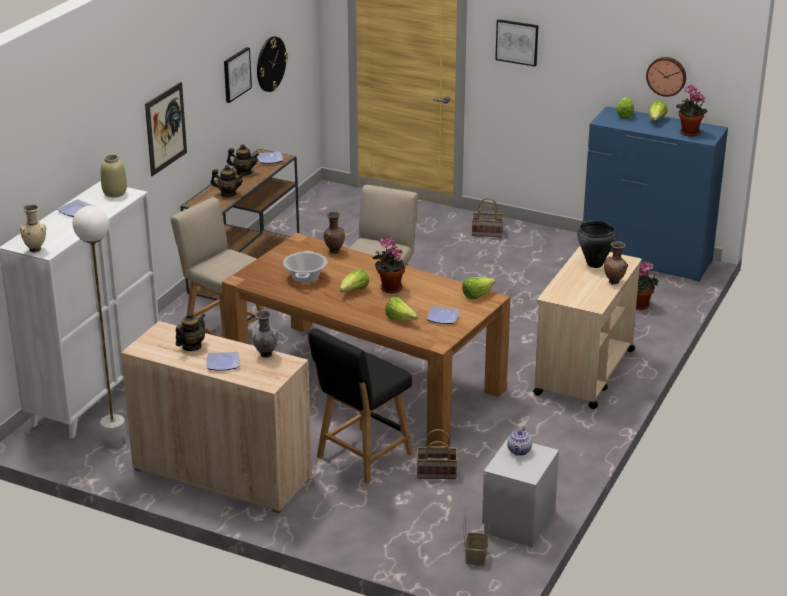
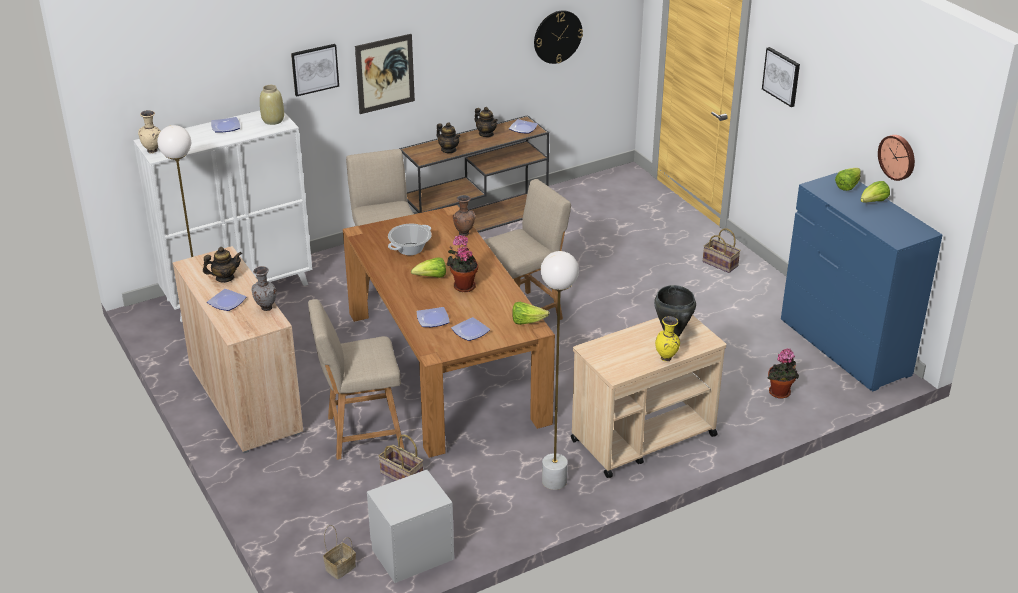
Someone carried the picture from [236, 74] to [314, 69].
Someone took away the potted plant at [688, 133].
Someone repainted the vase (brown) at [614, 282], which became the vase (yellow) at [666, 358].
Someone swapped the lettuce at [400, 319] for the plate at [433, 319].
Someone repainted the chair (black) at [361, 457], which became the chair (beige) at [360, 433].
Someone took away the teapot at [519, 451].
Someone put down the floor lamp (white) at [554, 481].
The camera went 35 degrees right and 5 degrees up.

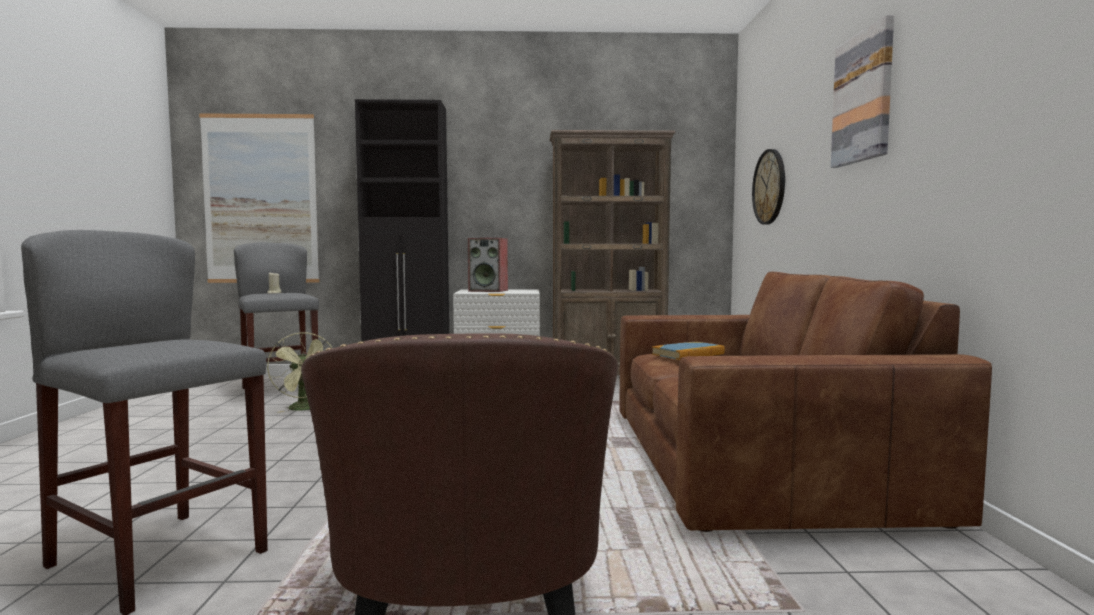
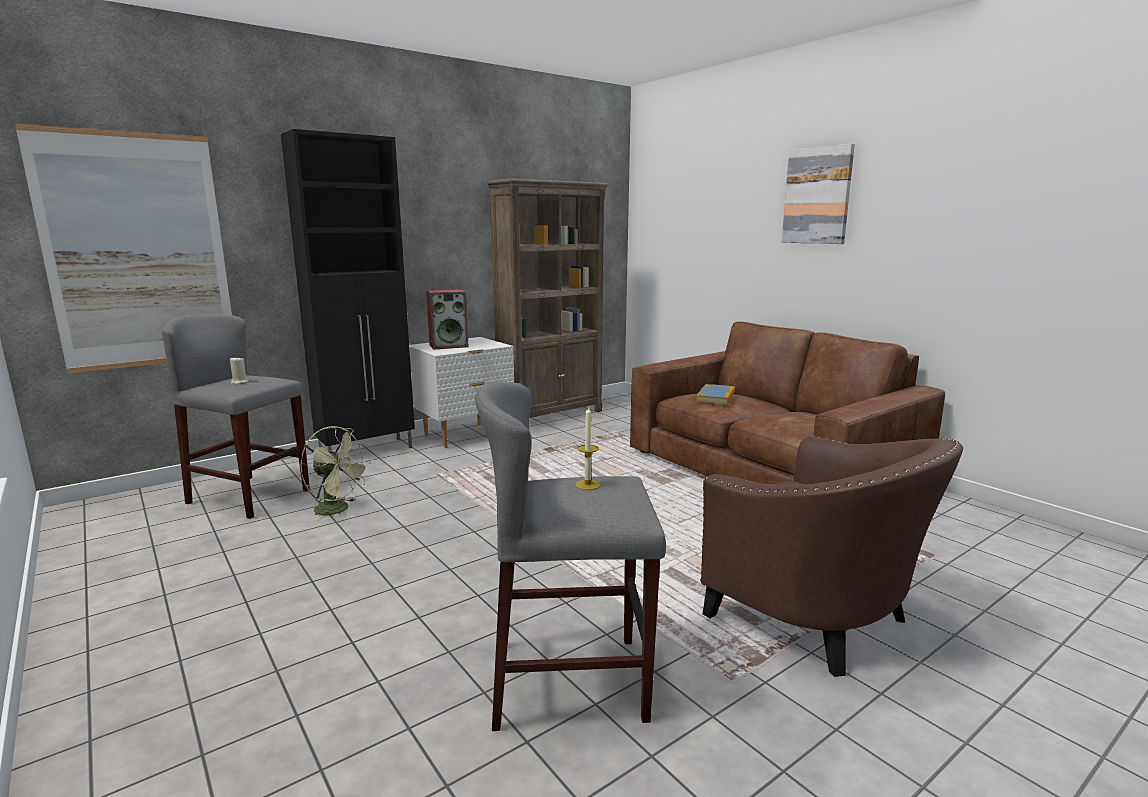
Someone took away the wall clock at [769, 187].
Someone put down the candle at [587, 485].
The camera went 35 degrees left and 10 degrees up.

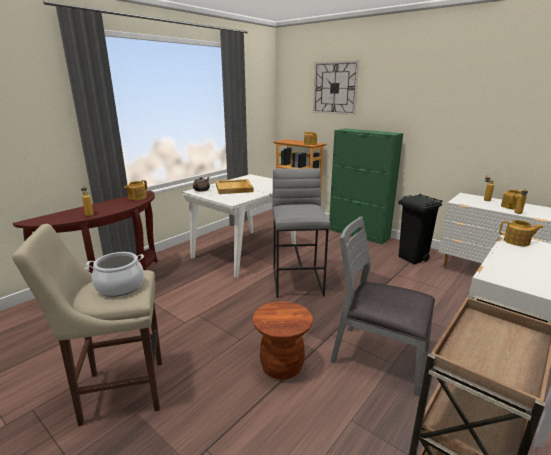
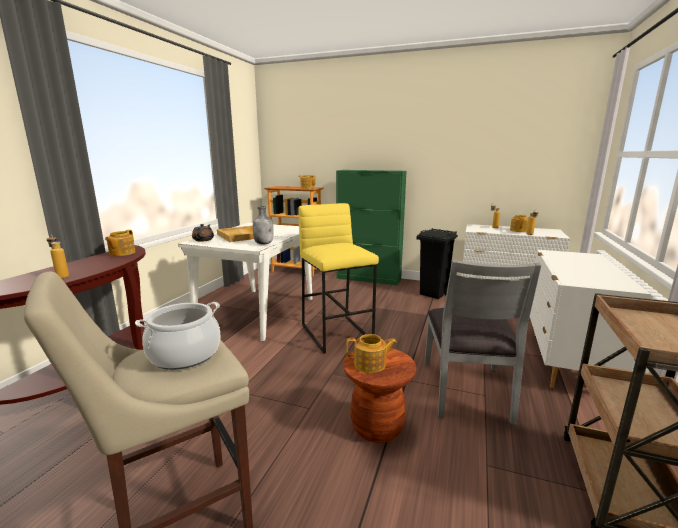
Someone took away the wall clock at [335, 88].
Someone repainted the stool (grey) at [298, 282], which became the stool (yellow) at [337, 333].
Someone rotated the chair (grey) at [379, 356] by 90 degrees counterclockwise.
Someone carried the teapot from [517, 242] to [370, 364].
Someone put down the bottle (grey) at [264, 243].
The camera went 20 degrees left and 5 degrees down.

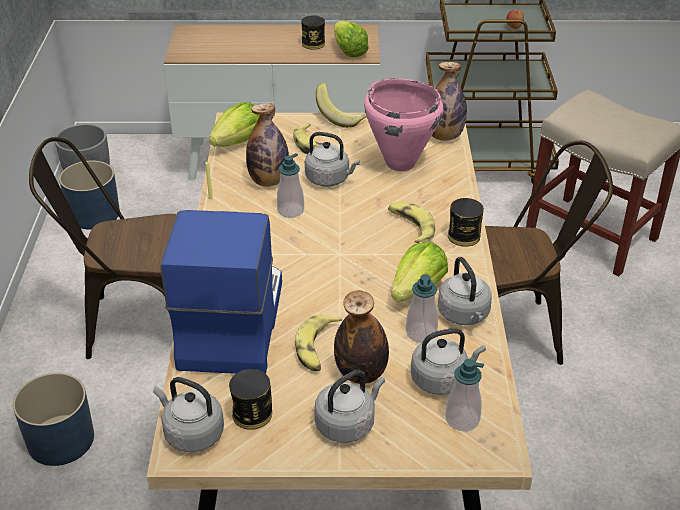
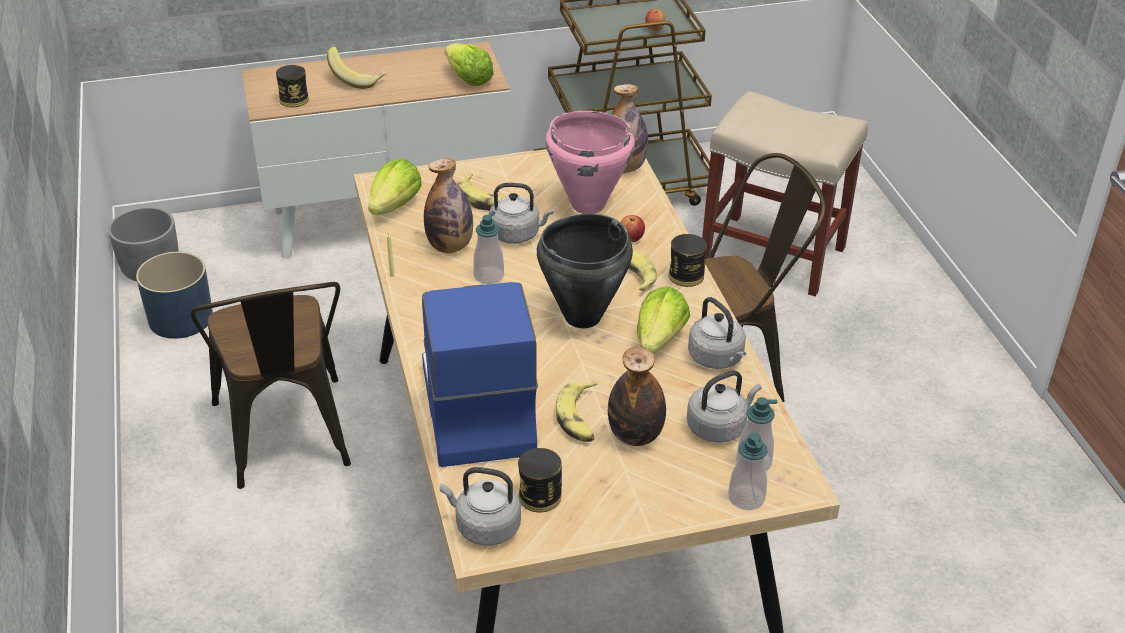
Someone carried the can from [313, 44] to [294, 99].
Someone carried the banana from [342, 117] to [357, 80].
Someone rotated the chair (brown) at [135, 324] by 90 degrees counterclockwise.
Someone carried the soap dispenser from [421, 333] to [746, 498].
Someone took away the kettle (grey) at [347, 423].
Someone took away the planter (blue) at [61, 439].
Someone put down the cooking pot (black) at [581, 316].
Someone put down the apple at [631, 238].
The camera went 15 degrees left and 0 degrees up.

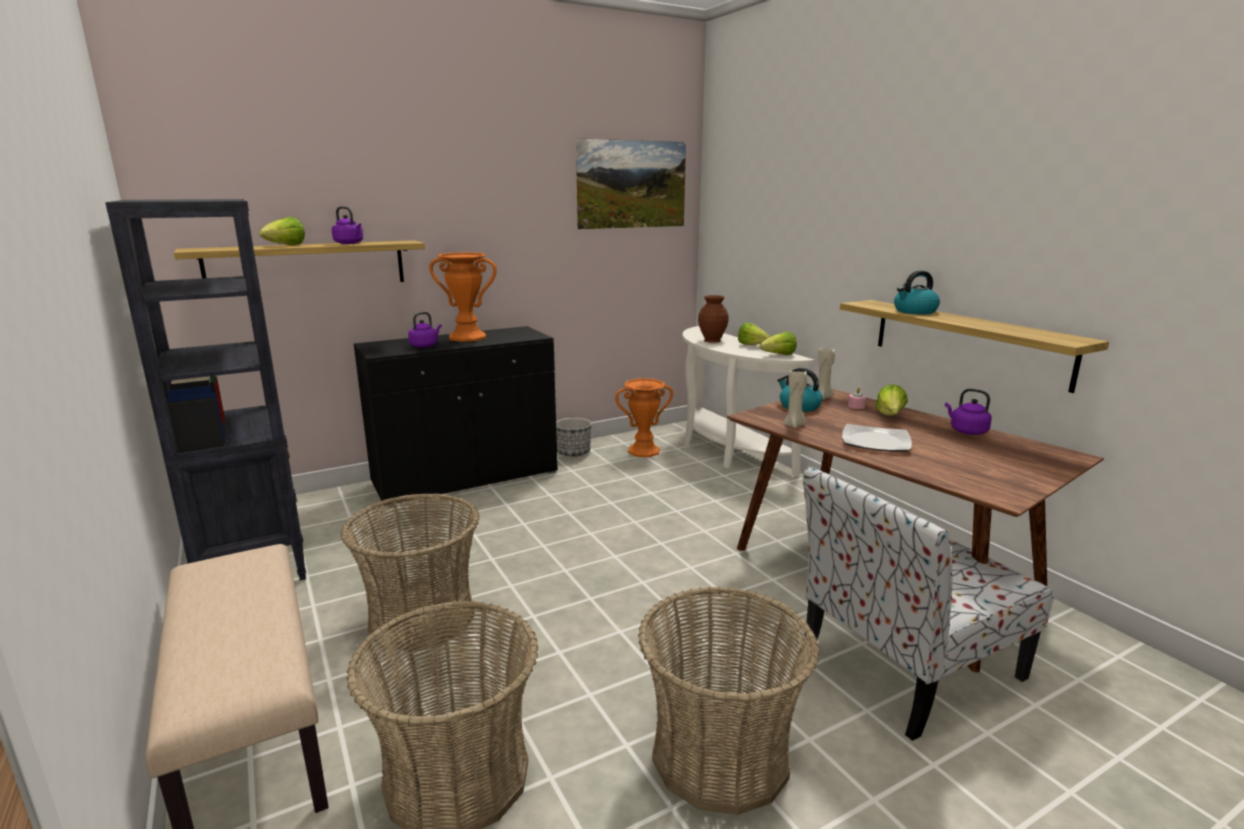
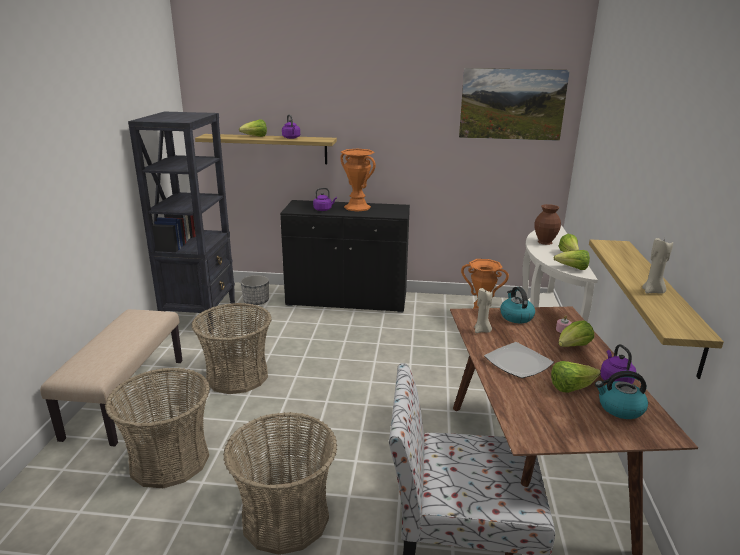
Someone carried the kettle from [914, 311] to [620, 408].
Someone carried the candle (beige) from [823, 397] to [652, 291].
Someone carried the planter from [573, 452] to [256, 301].
Someone put down the lettuce at [571, 387].
The camera went 35 degrees right and 5 degrees up.

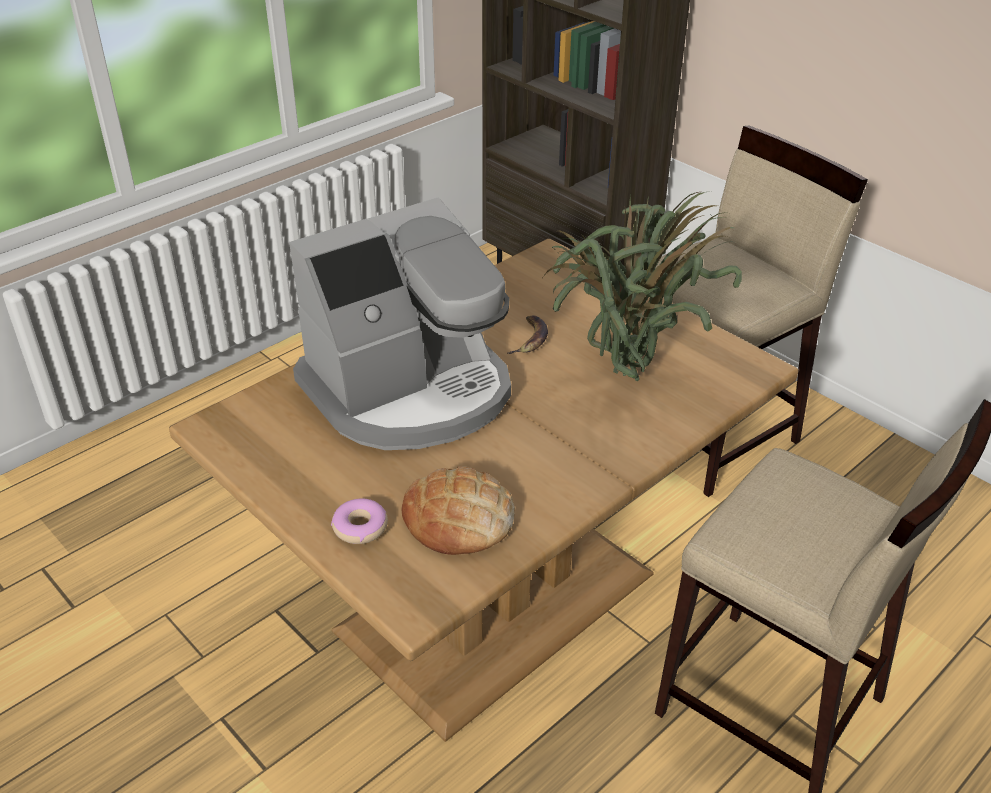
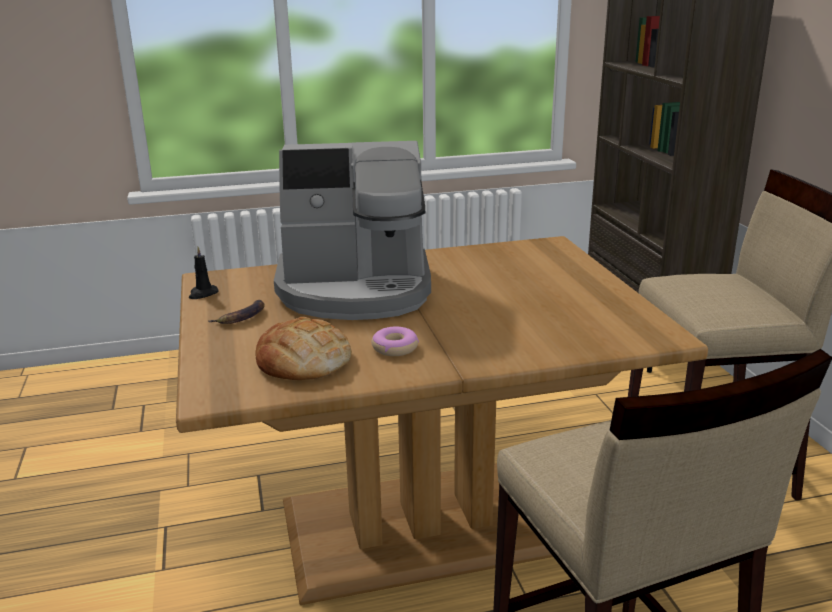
Someone took away the potted plant at [623, 379].
Someone carried the banana from [530, 338] to [241, 317].
Someone carried the donut from [360, 527] to [395, 348].
Someone put down the candle (black) at [203, 294].
The camera went 30 degrees right and 15 degrees down.

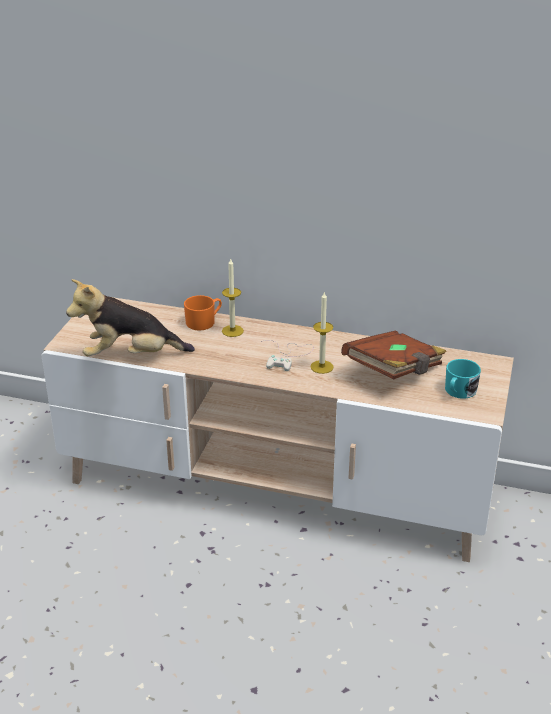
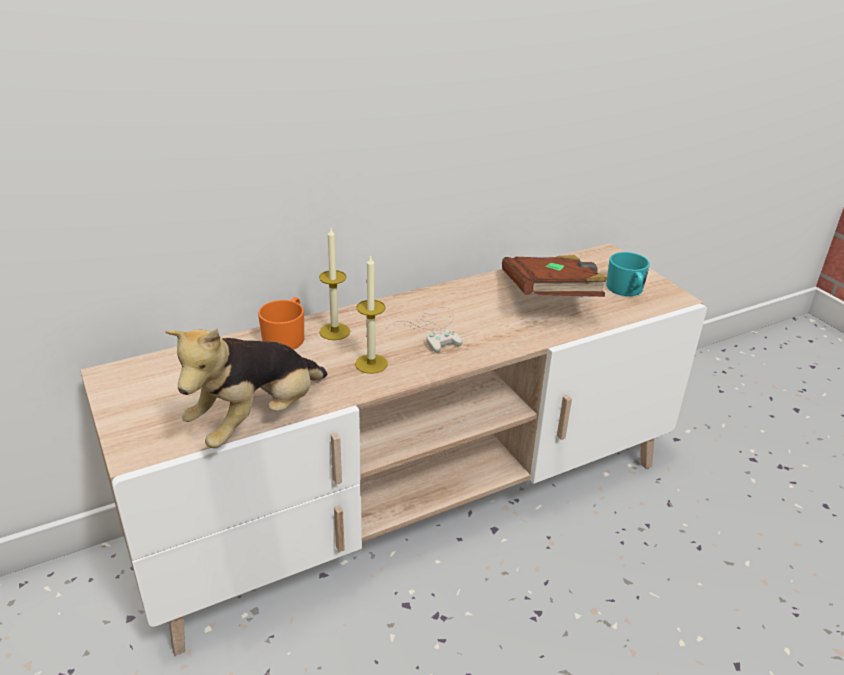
Someone carried the candle from [322, 367] to [371, 364].
The camera went 45 degrees left and 0 degrees up.

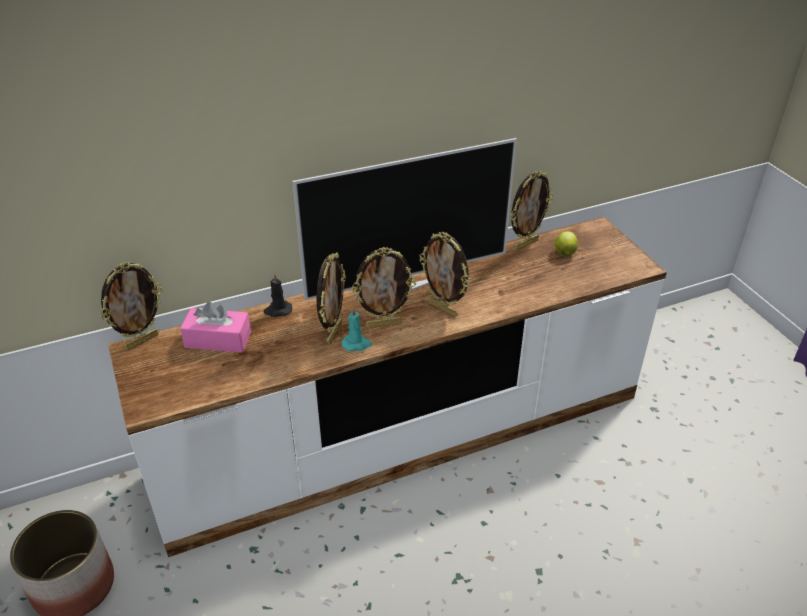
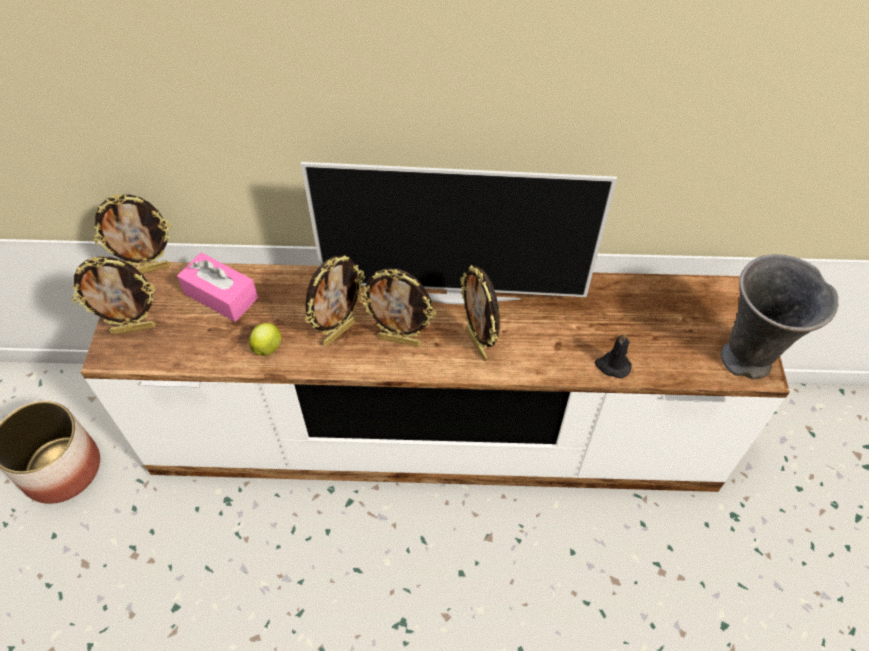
Someone carried the picture frame from [526, 244] to [134, 328].
Someone carried the apple from [565, 252] to [268, 347].
Someone carried the candle (black) from [278, 310] to [612, 366].
Someone took away the candle (turquoise) at [357, 344].
Someone put down the vase (grey) at [747, 361].
The camera went 25 degrees right and 15 degrees up.

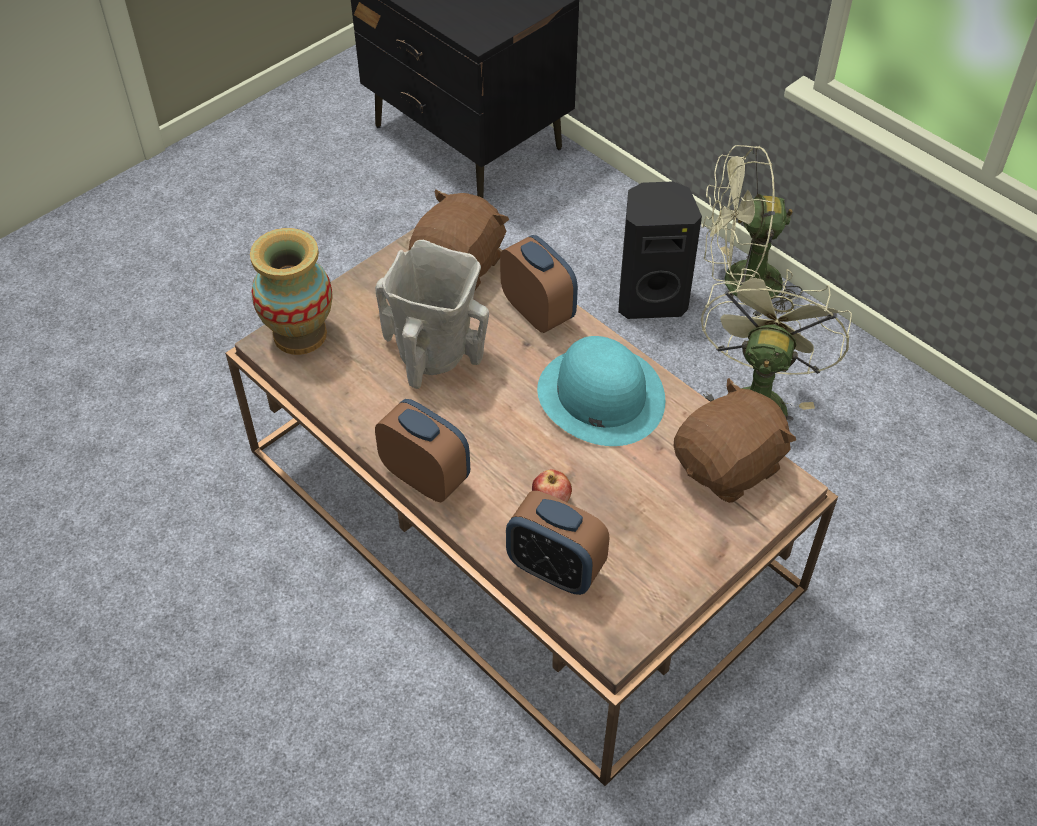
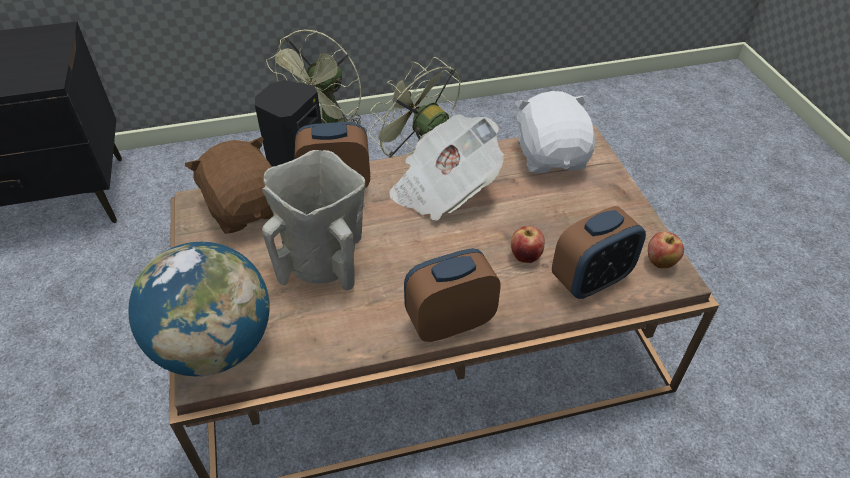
Someone swapped the vase at [300, 335] for the globe at [216, 346].
Someone swapped the hat (turquoise) at [600, 395] for the newspaper at [444, 188].
Someone repainted the plush toy (brown) at [729, 466], which became the plush toy (white) at [551, 156].
Someone put down the apple at [660, 262].
The camera went 60 degrees left and 5 degrees down.

